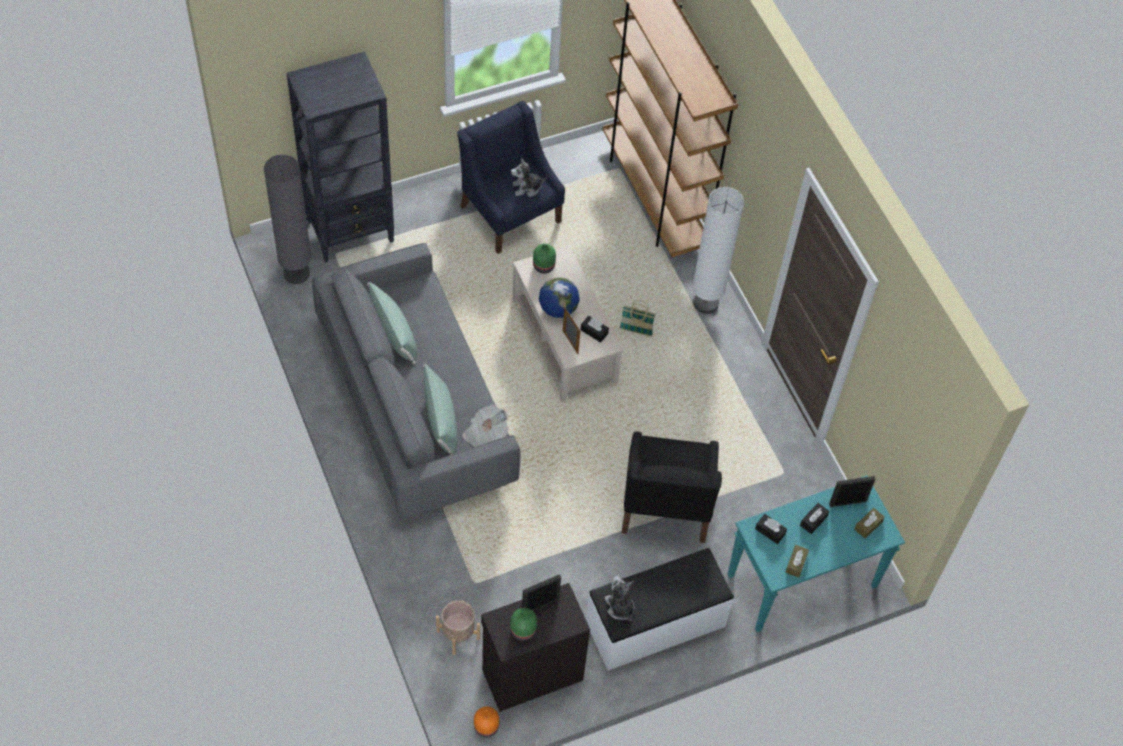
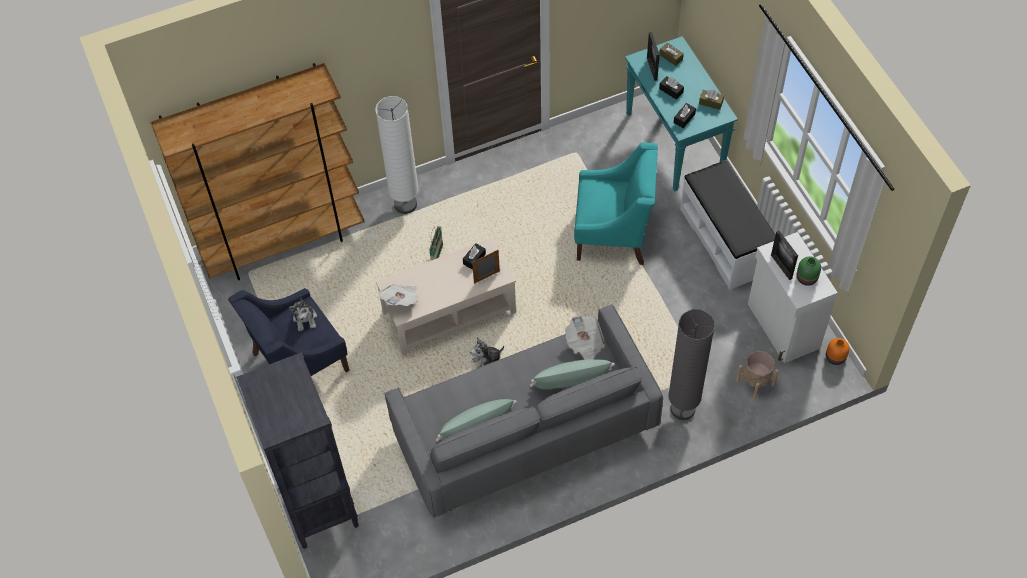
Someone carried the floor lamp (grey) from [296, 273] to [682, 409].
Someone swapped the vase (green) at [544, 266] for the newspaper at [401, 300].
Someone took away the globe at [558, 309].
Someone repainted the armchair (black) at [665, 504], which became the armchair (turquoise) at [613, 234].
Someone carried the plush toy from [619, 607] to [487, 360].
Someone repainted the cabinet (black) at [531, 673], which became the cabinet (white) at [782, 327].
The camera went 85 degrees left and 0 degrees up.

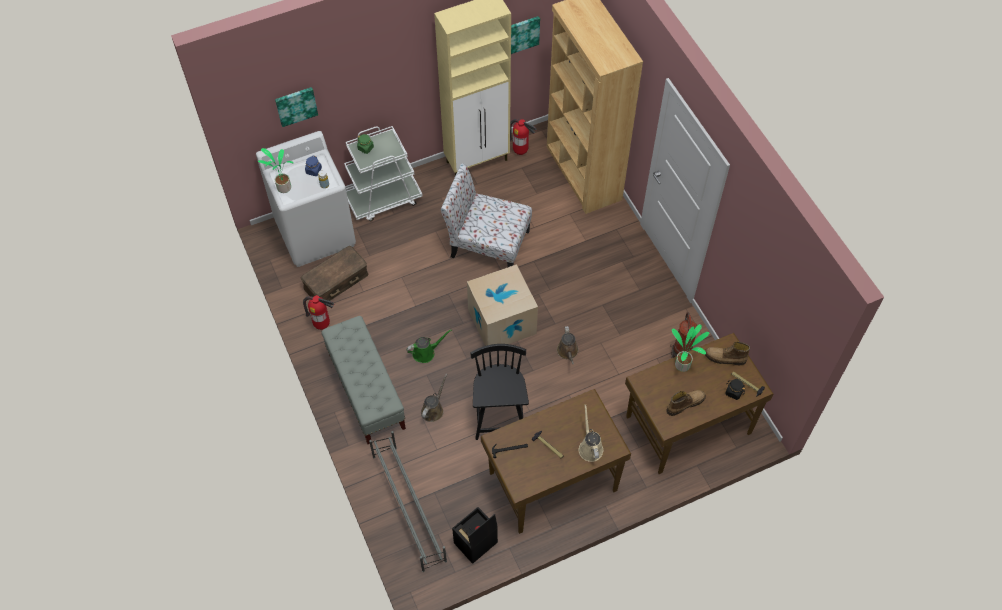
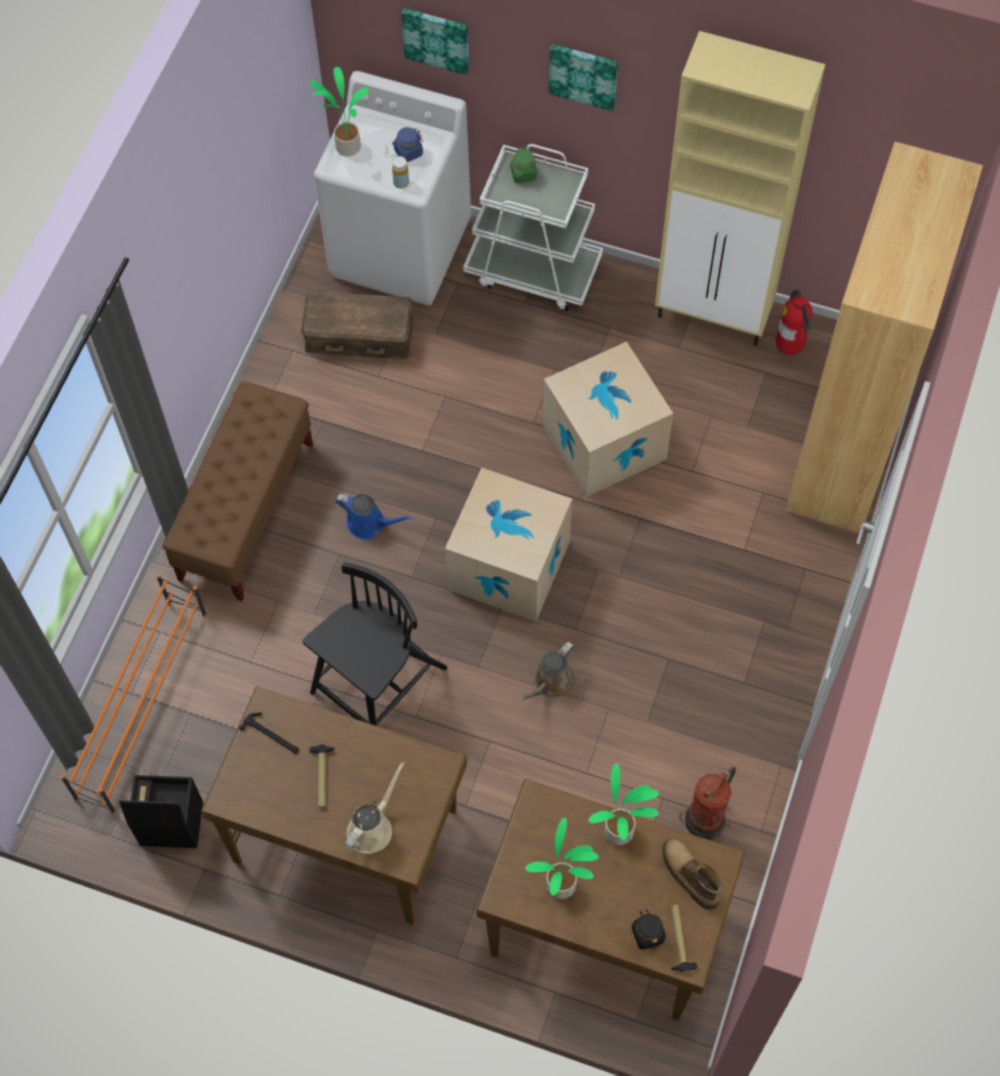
Someone carried the picture from [521, 34] to [584, 75].
Someone swapped the chair at [487, 243] for the cardboard box at [604, 442].
Someone took away the fire extinguisher at [322, 325].
Someone repainted the bench (grey) at [366, 391], which became the bench (brown) at [247, 511].
Someone repainted the watering can (green) at [426, 352], which became the watering can (blue) at [369, 523].
Someone took away the watering can (brown) at [433, 409].
Someone swapped the boot at [685, 403] for the potted plant at [562, 887].
Someone repainted the shoe rack (grey) at [409, 507], which became the shoe rack (orange) at [143, 704].
The camera went 45 degrees right and 5 degrees up.

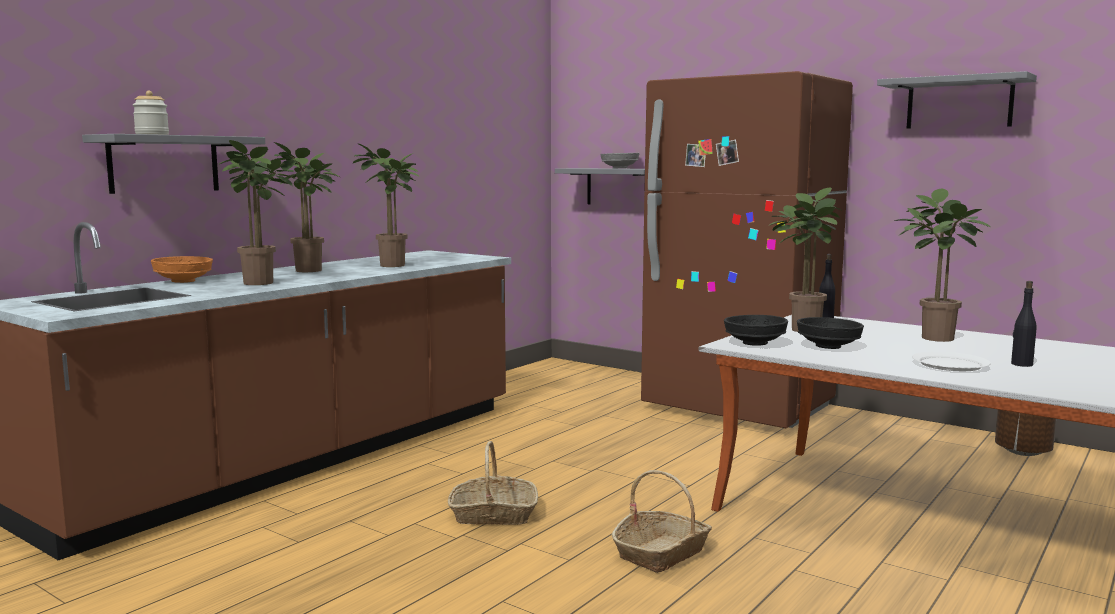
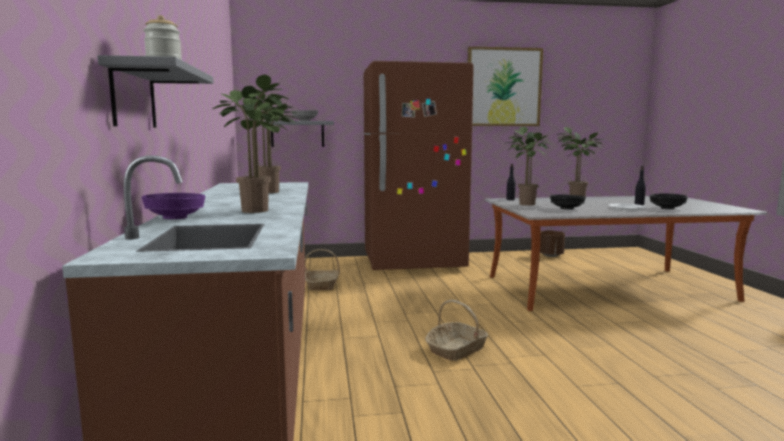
Someone swapped the shelf (grey) at [959, 103] for the picture at [503, 87].
Someone took away the potted plant at [310, 271].
Someone repainted the bowl (orange) at [182, 281], which became the bowl (purple) at [175, 218].
Someone carried the bowl (black) from [755, 343] to [667, 208].
Someone carried the basket from [661, 553] to [322, 285].
The camera went 45 degrees left and 0 degrees up.

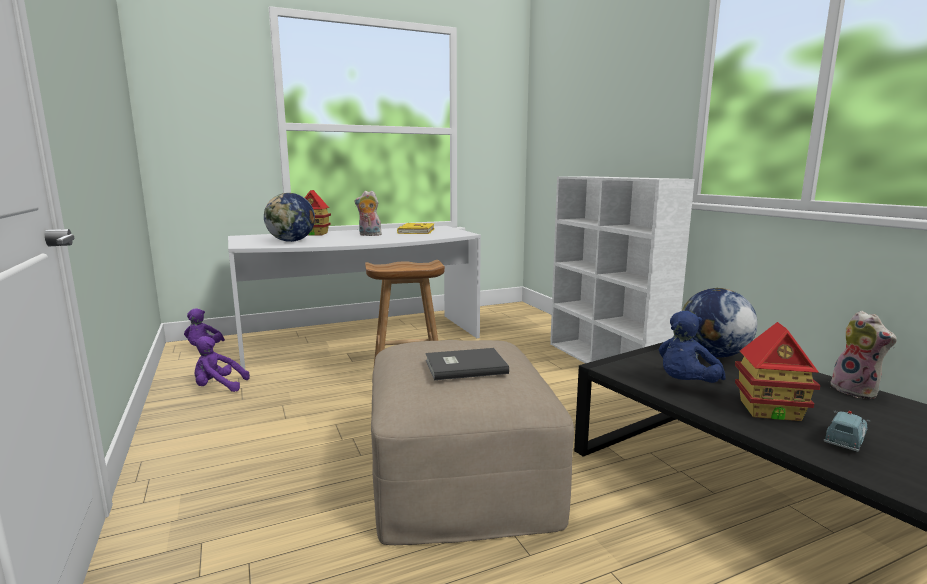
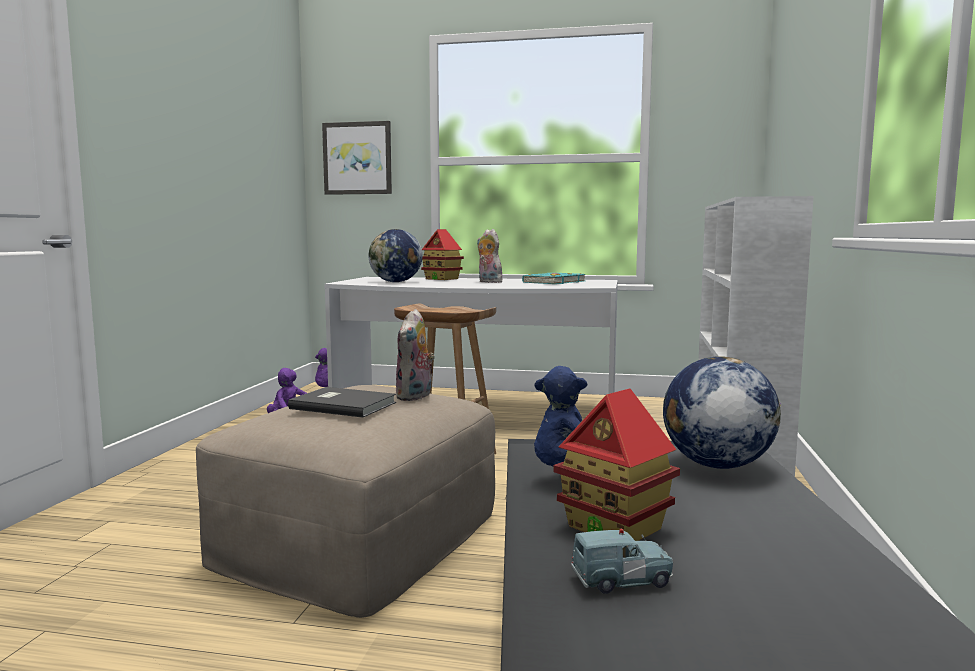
Someone repainted the book (yellow) at [415, 231], which became the book (turquoise) at [553, 282].
Someone carried the plush toy from [857, 391] to [415, 397].
Someone put up the picture at [357, 158].
The camera went 35 degrees right and 5 degrees down.

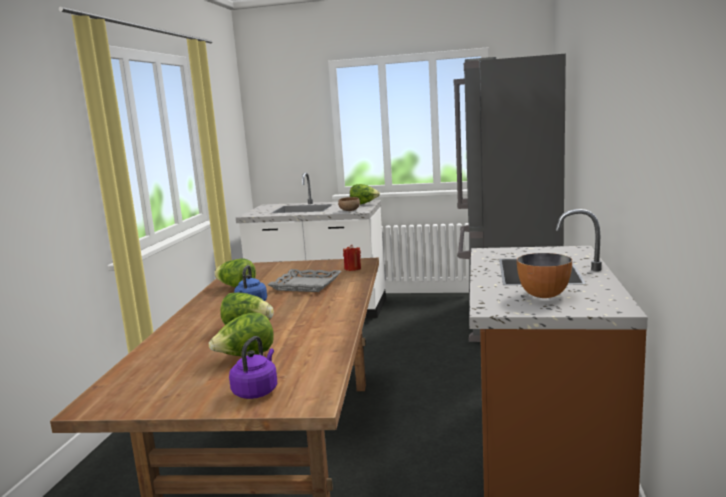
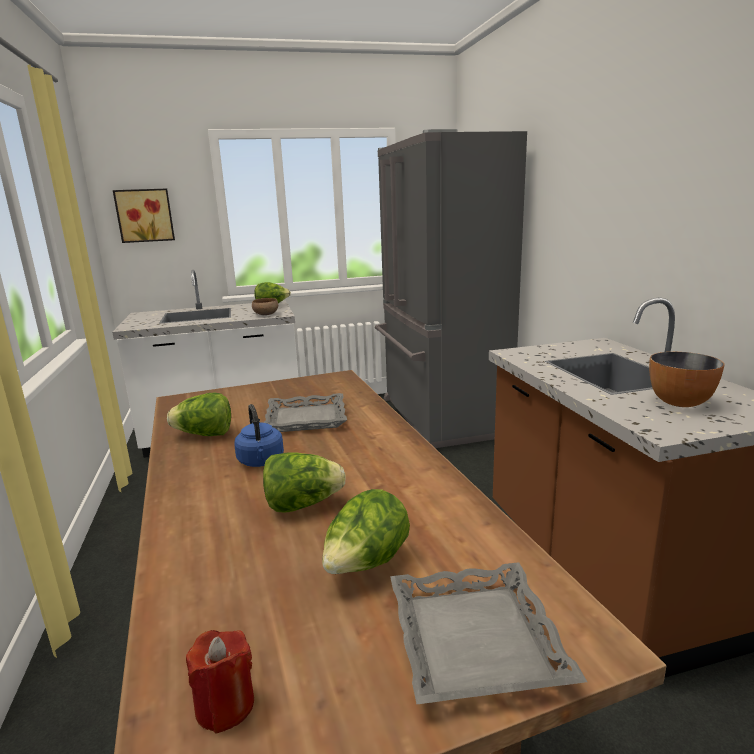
Someone carried the candle (red) from [352, 269] to [225, 705].
Someone swapped the kettle (purple) at [256, 391] for the tray (grey) at [473, 639].
Someone put up the picture at [145, 215].
The camera went 25 degrees left and 5 degrees up.

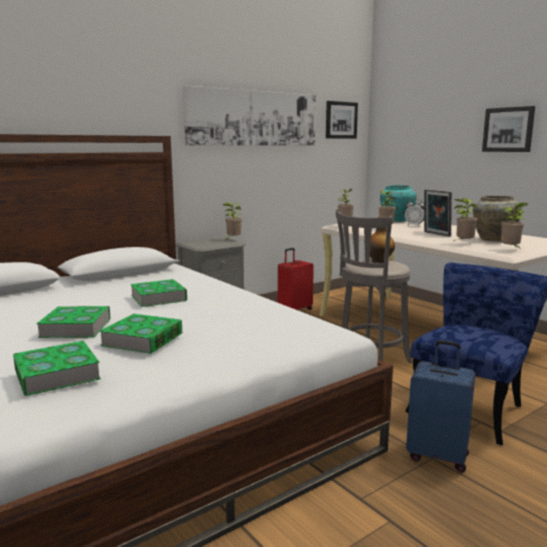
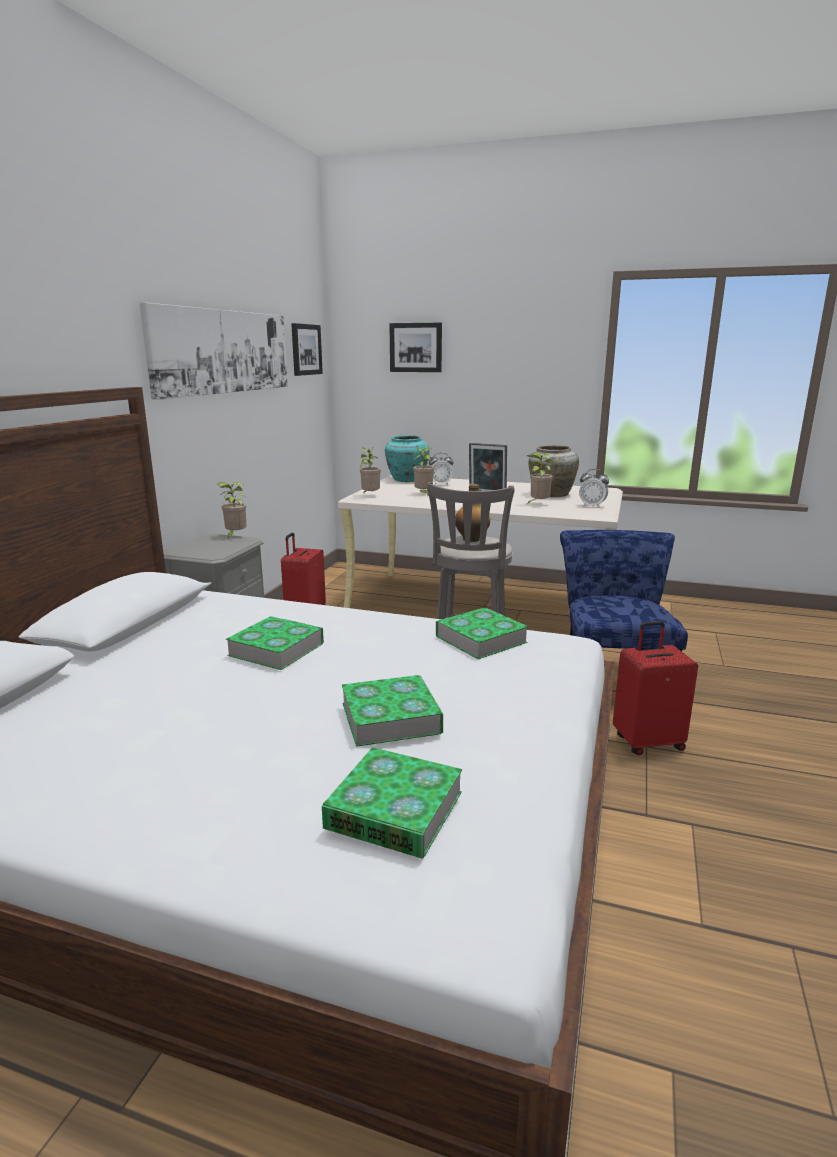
Someone carried the picture from [508, 129] to [416, 347].
Someone swapped the potted plant at [511, 250] for the alarm clock at [592, 506].
Someone carried the book from [76, 327] to [480, 639].
Someone repainted the suitcase (blue) at [438, 456], which became the suitcase (red) at [647, 742].
The camera went 35 degrees left and 5 degrees up.

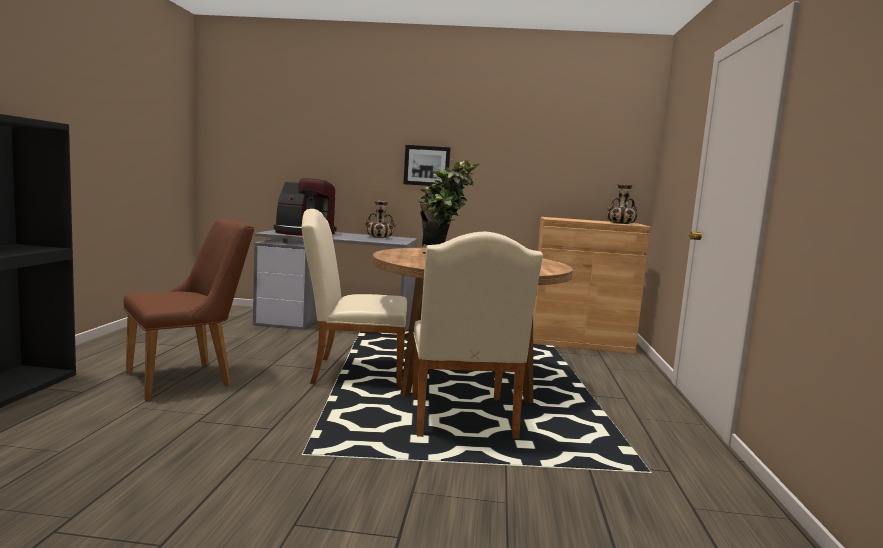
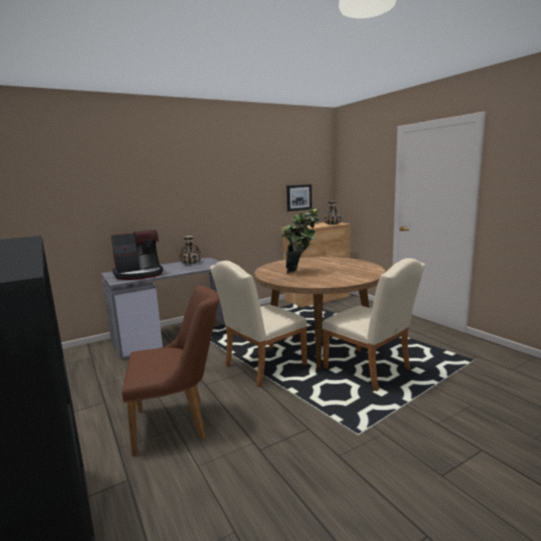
Someone carried the picture from [427, 166] to [298, 197].
Someone rotated the chair (brown) at [190, 378] by 60 degrees clockwise.
The camera went 35 degrees left and 5 degrees up.

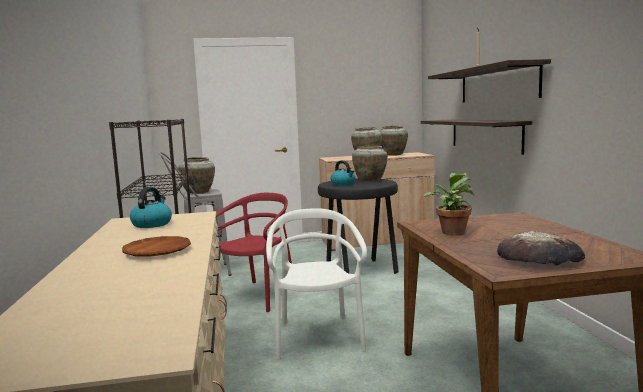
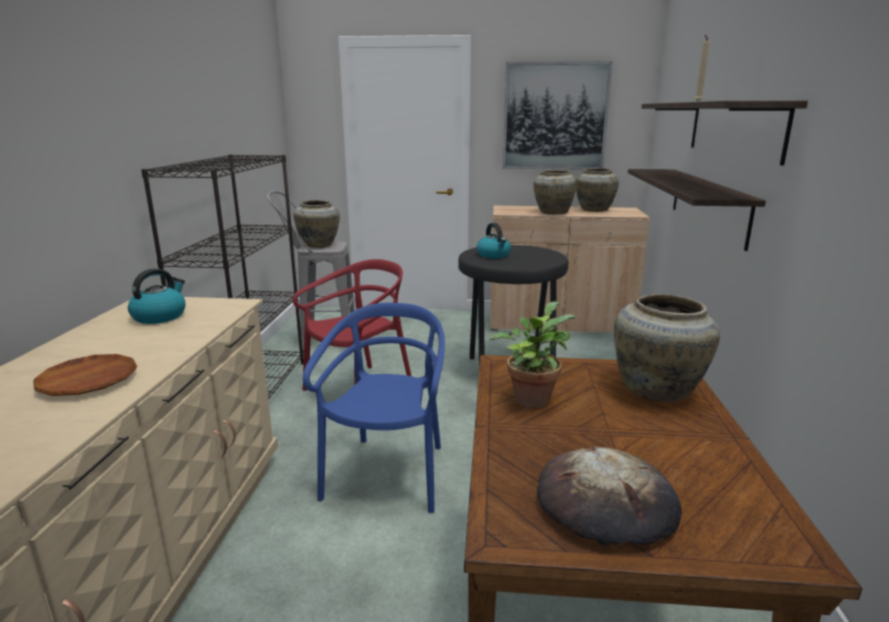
Someone carried the vase (beige) from [370, 180] to [658, 390].
Someone repainted the chair (white) at [317, 337], which became the chair (blue) at [388, 474].
Someone put up the picture at [555, 116].
The camera went 15 degrees right and 10 degrees up.

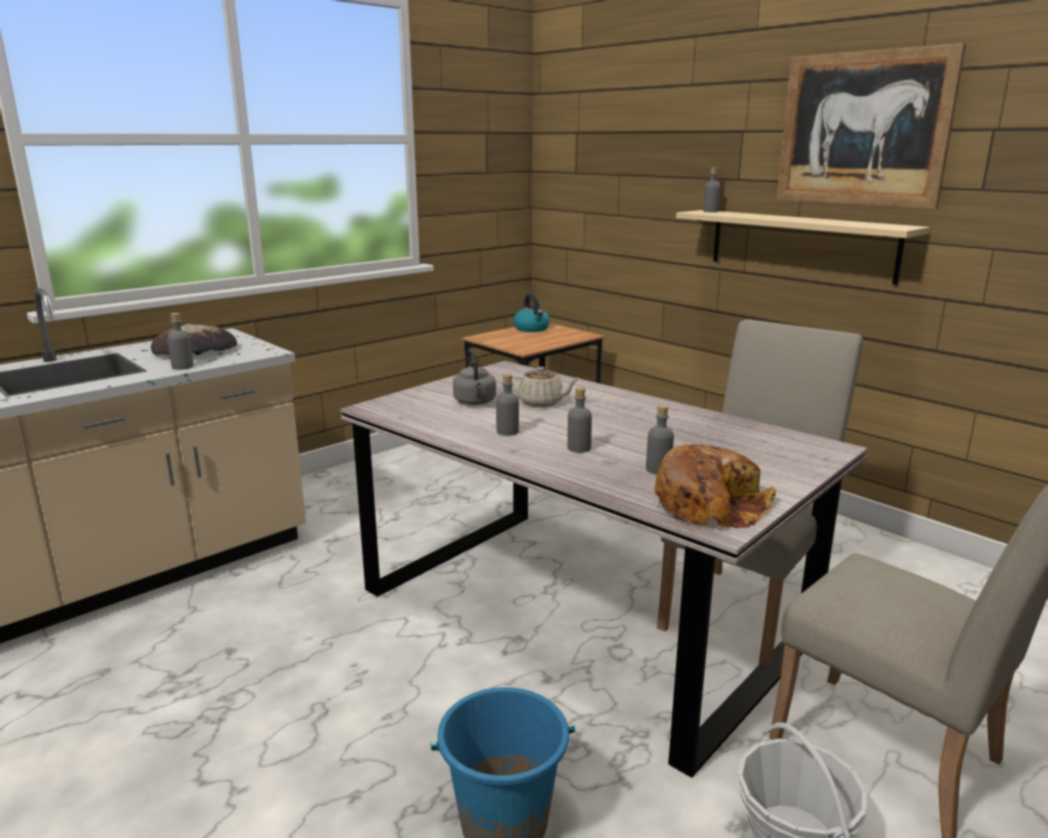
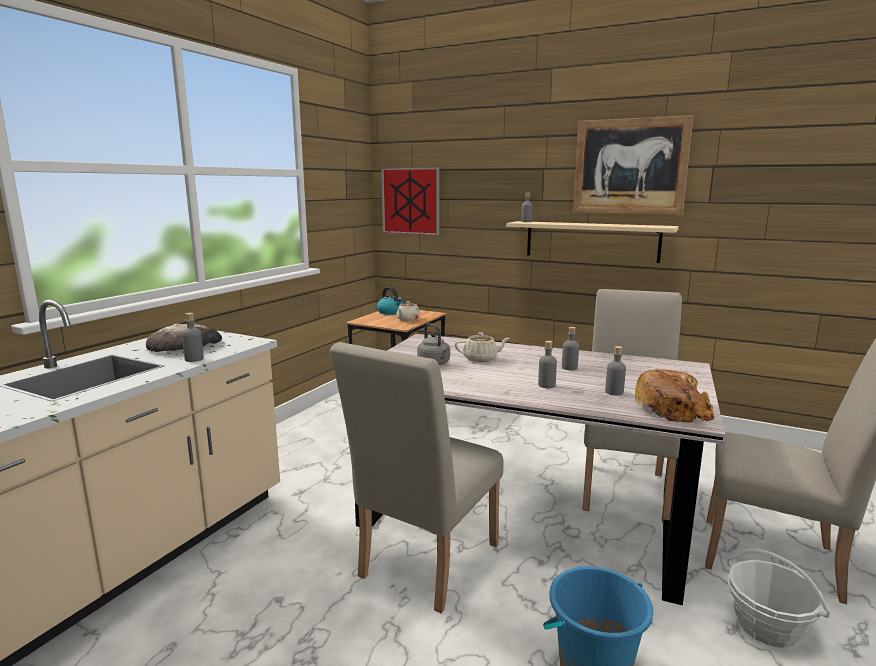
Someone carried the bottle (grey) from [507, 431] to [569, 368].
Someone put up the picture at [410, 201].
Someone put down the teapot (beige) at [408, 319].
Someone put down the chair (beige) at [423, 566].
The camera went 20 degrees left and 5 degrees down.

